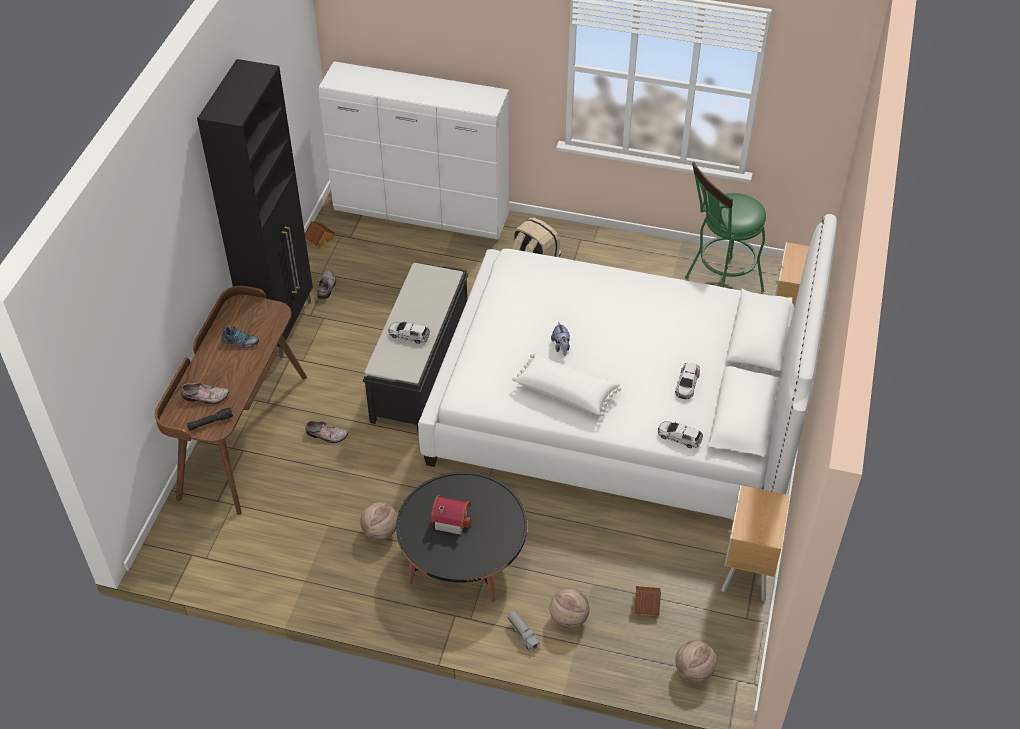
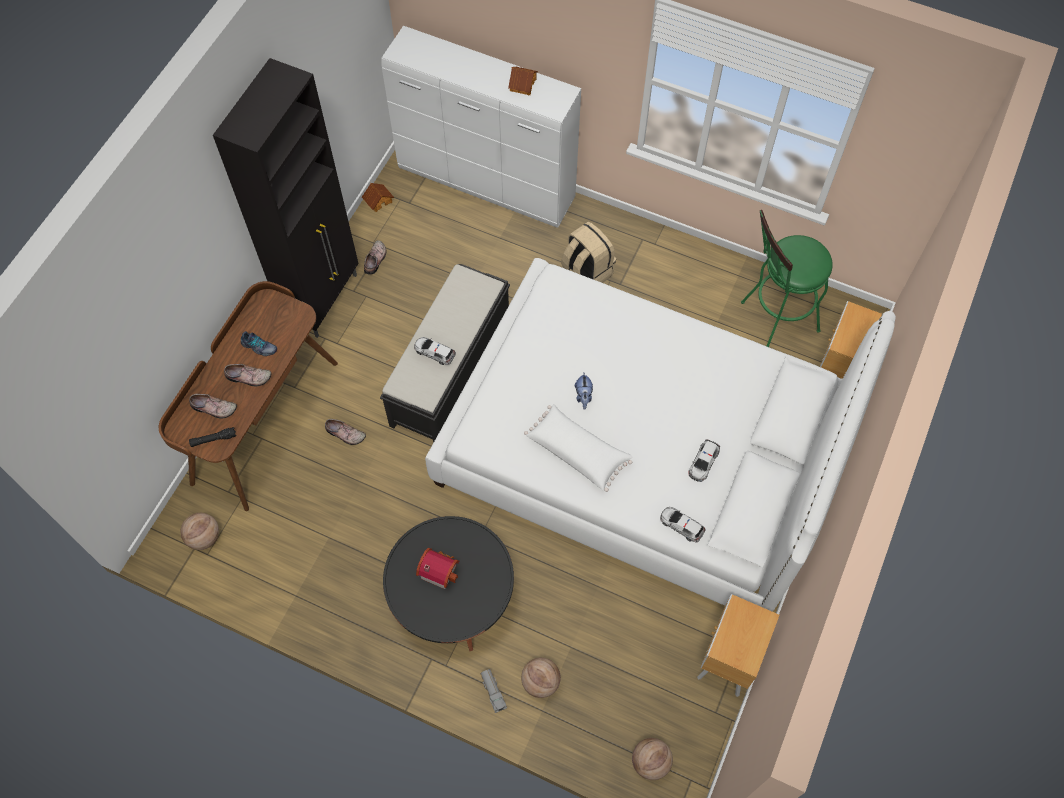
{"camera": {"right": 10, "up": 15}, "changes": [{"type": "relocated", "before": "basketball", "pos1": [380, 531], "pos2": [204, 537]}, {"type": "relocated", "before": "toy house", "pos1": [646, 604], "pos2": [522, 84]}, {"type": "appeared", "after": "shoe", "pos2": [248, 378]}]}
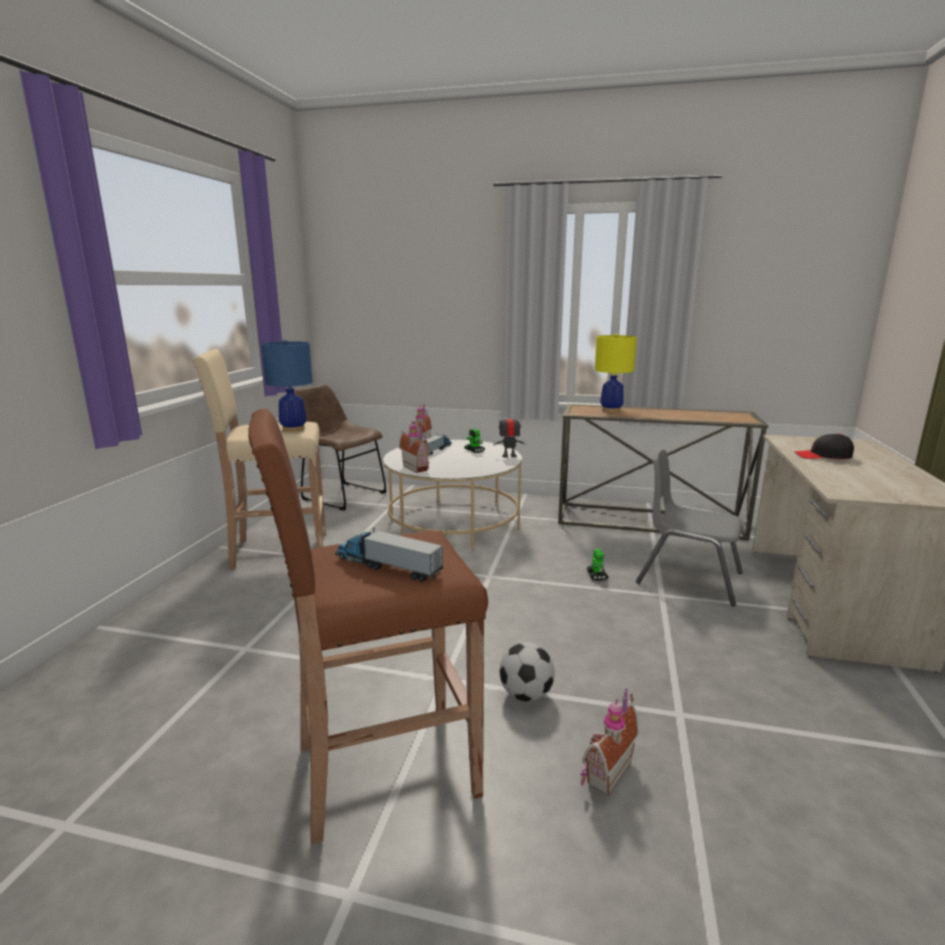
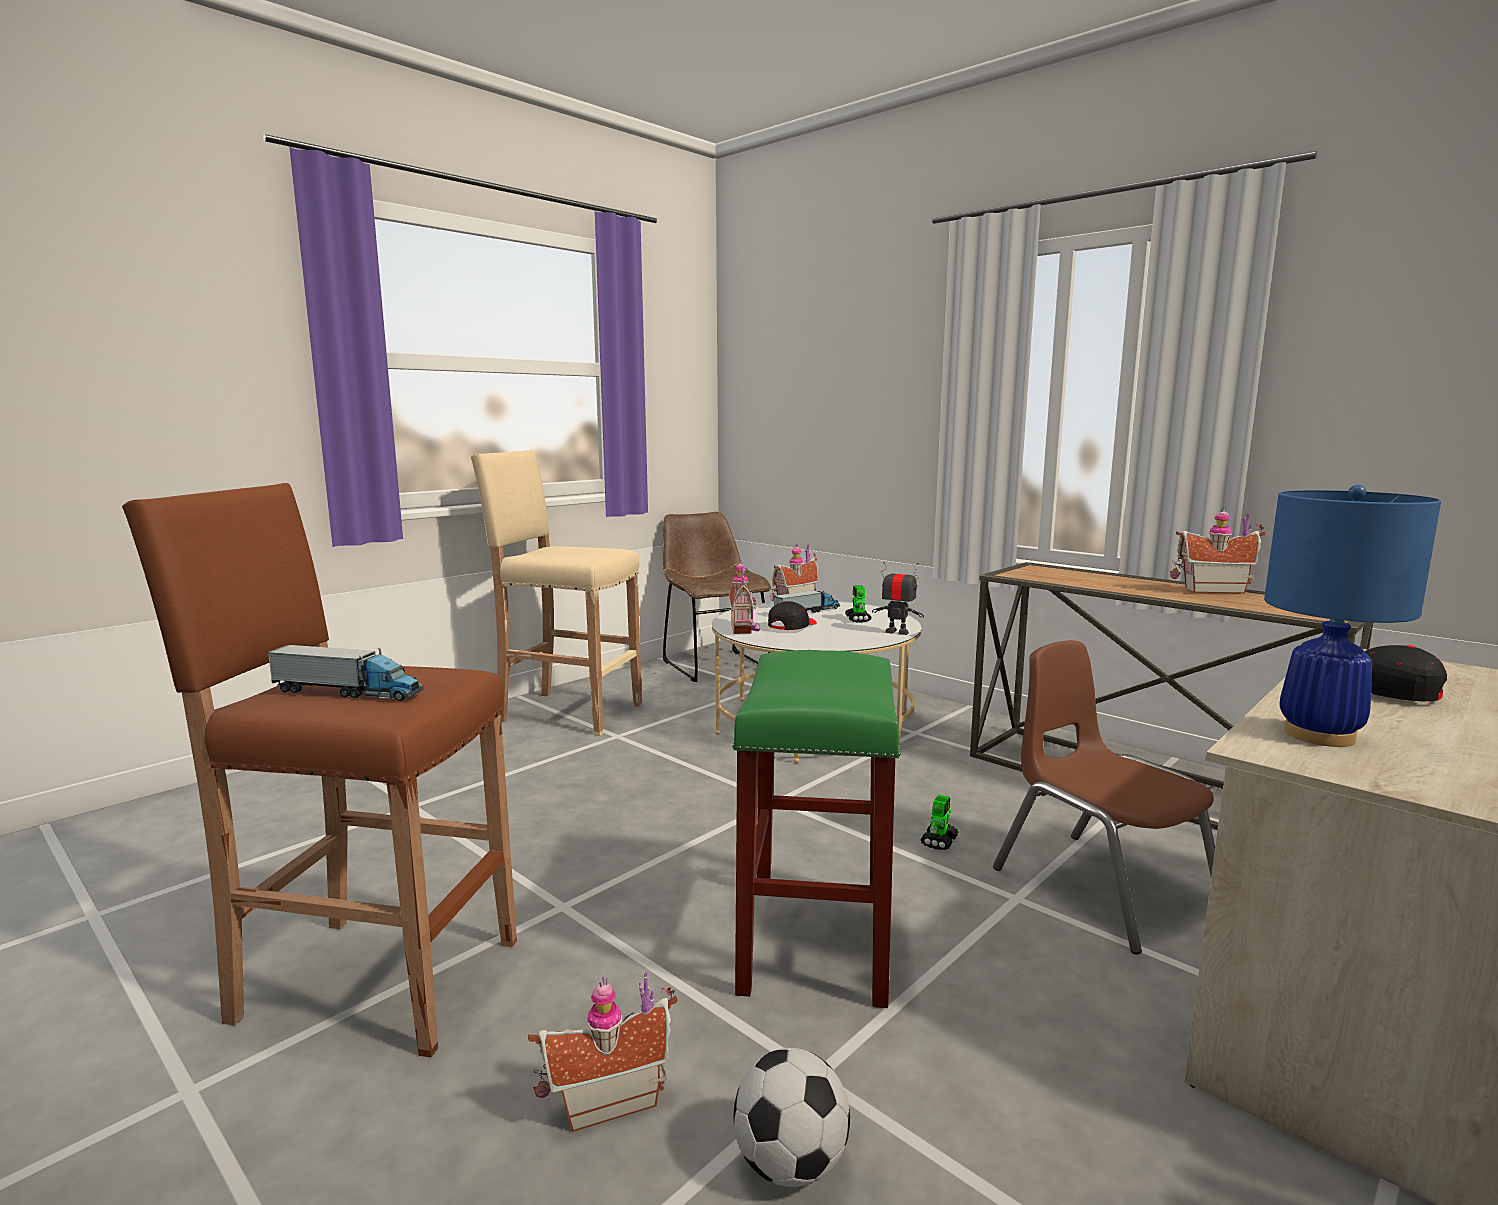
{"camera": {"right": 30, "up": -5}, "changes": [{"type": "relocated", "before": "blue table lamp", "pos1": [293, 429], "pos2": [1318, 735]}, {"type": "spun", "before": "toy truck", "pos1": [387, 566], "pos2": [348, 692], "turn": 135}, {"type": "relocated", "before": "football", "pos1": [526, 695], "pos2": [791, 1165]}, {"type": "missing", "before": "yellow table lamp", "pos1": [611, 410]}, {"type": "colour", "before": "grey chair", "after": "brown chair", "pos1": [688, 578], "pos2": [1102, 887]}, {"type": "appeared", "after": "green stool", "pos2": [814, 940]}, {"type": "appeared", "after": "black cap", "pos2": [792, 626]}, {"type": "appeared", "after": "toy house", "pos2": [1211, 589]}]}
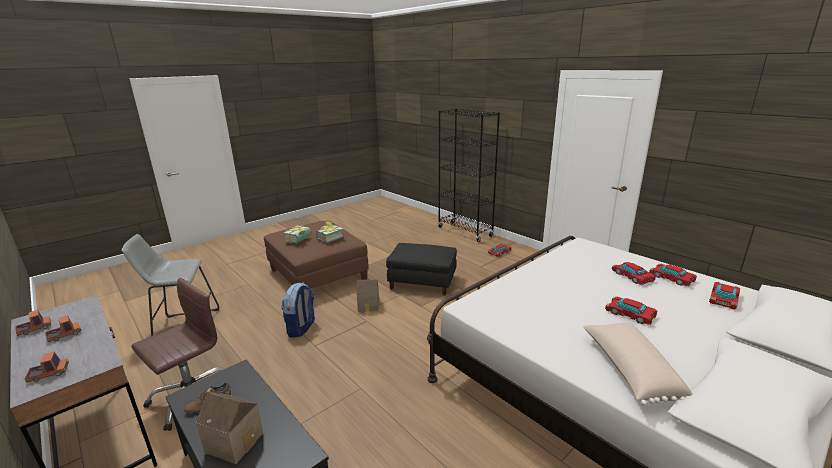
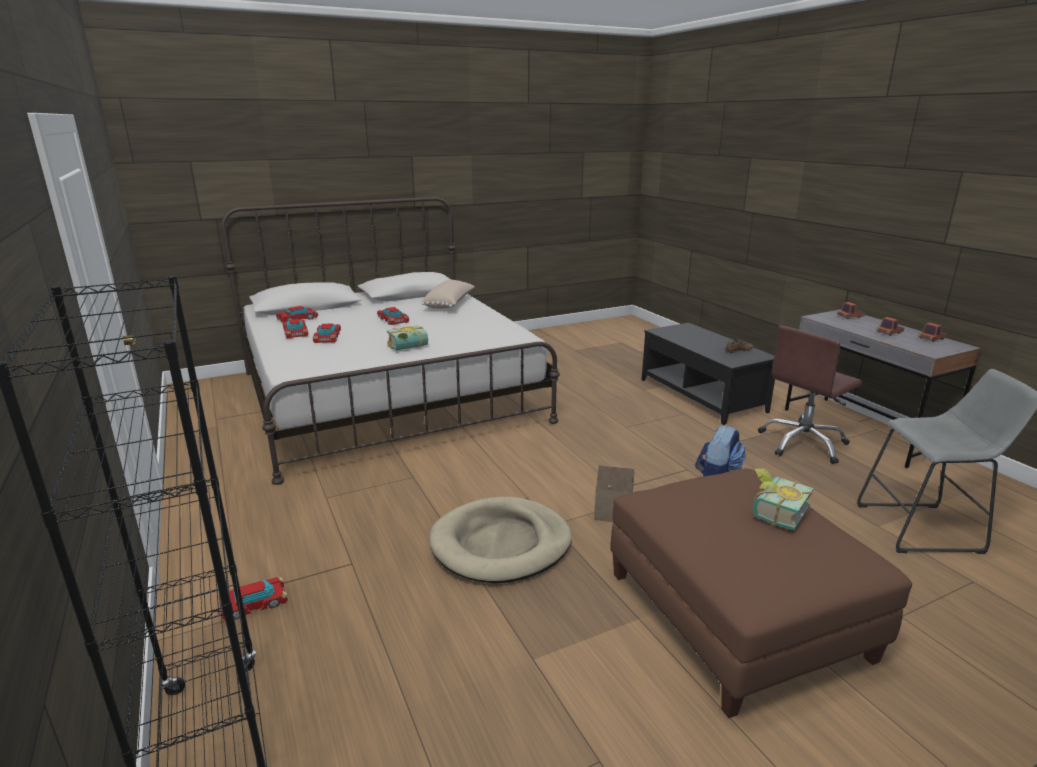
{"camera": {"right": -165, "up": 0}, "changes": [{"type": "missing", "before": "toy house", "pos1": [236, 440]}, {"type": "relocated", "before": "book", "pos1": [329, 238], "pos2": [409, 348]}, {"type": "exchanged", "before": "black ottoman", "after": "beige dog bed", "pos1": [422, 282], "pos2": [501, 544]}]}
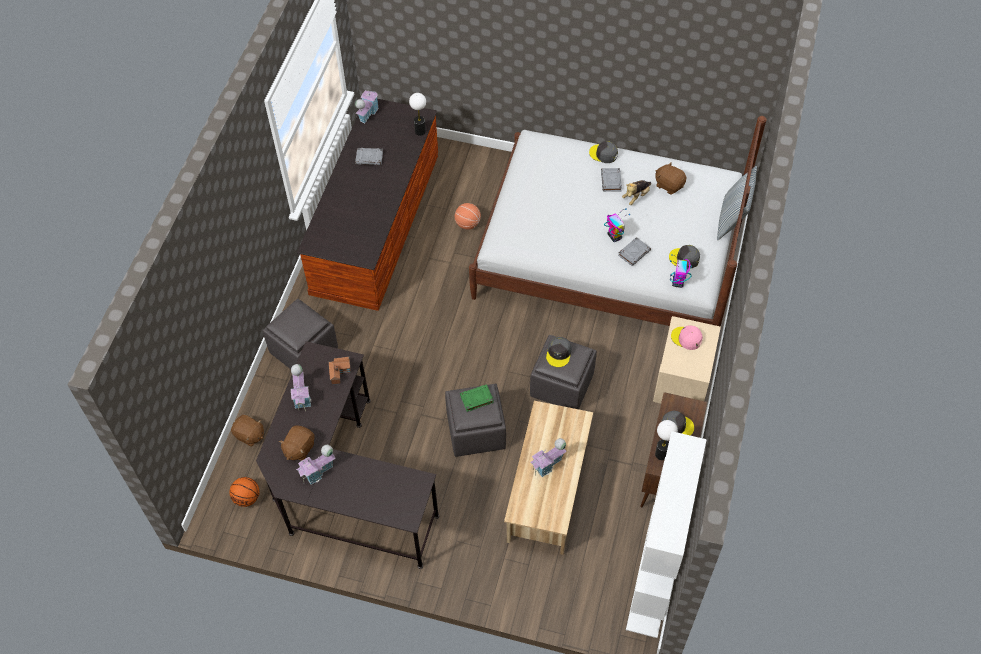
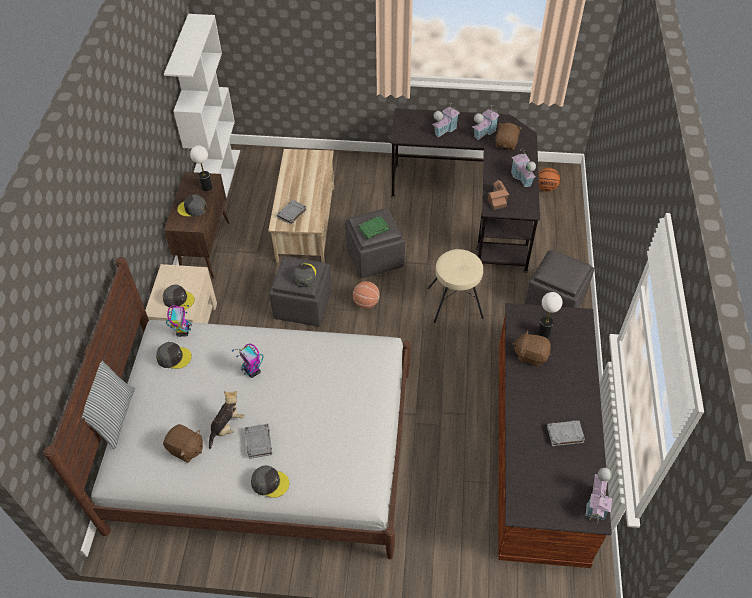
{"camera": {"right": 170, "up": -5}, "changes": [{"type": "relocated", "before": "brown plush toy", "pos1": [249, 435], "pos2": [530, 355]}, {"type": "relocated", "before": "table lamp", "pos1": [420, 131], "pos2": [543, 333]}, {"type": "relocated", "before": "basketball", "pos1": [468, 224], "pos2": [366, 302]}, {"type": "relocated", "before": "toy house", "pos1": [548, 464], "pos2": [444, 129]}, {"type": "relocated", "before": "grey book", "pos1": [634, 253], "pos2": [291, 214]}, {"type": "colour", "before": "pink cap", "after": "grey cap", "pos1": [686, 338], "pos2": [178, 299]}, {"type": "appeared", "after": "beige stool", "pos2": [455, 303]}]}
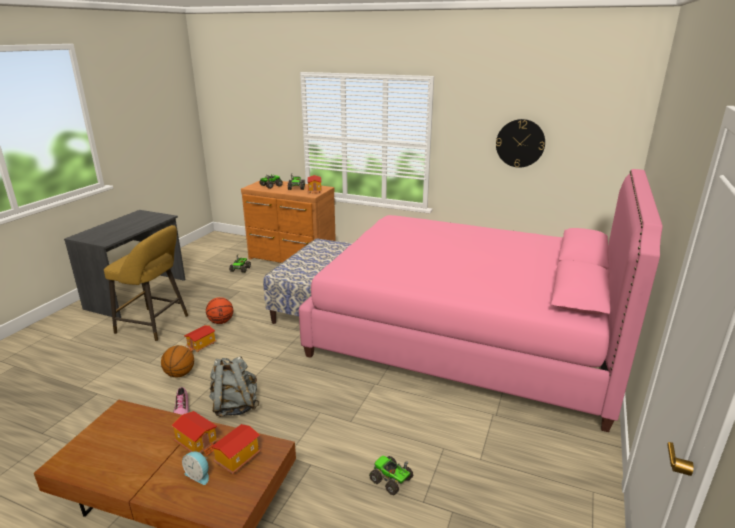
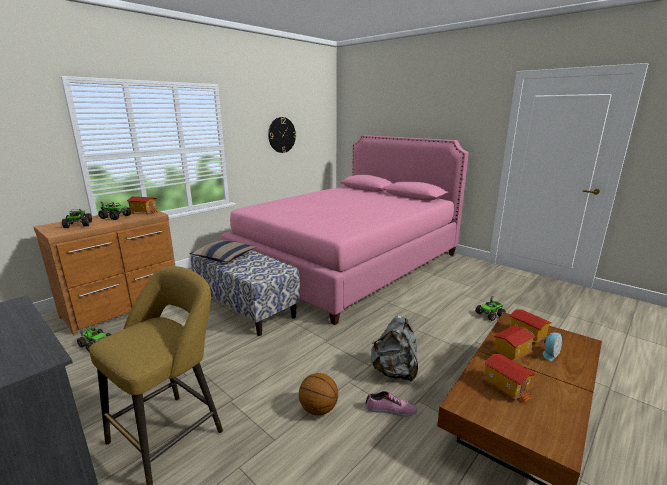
{"camera": {"right": -70, "up": -5}, "changes": [{"type": "relocated", "before": "toy house", "pos1": [201, 346], "pos2": [506, 387]}, {"type": "missing", "before": "basketball", "pos1": [221, 322]}, {"type": "appeared", "after": "pillow", "pos2": [224, 257]}]}
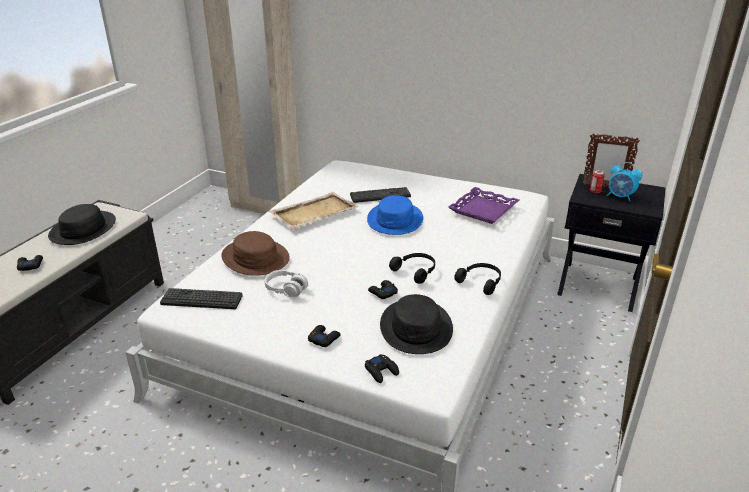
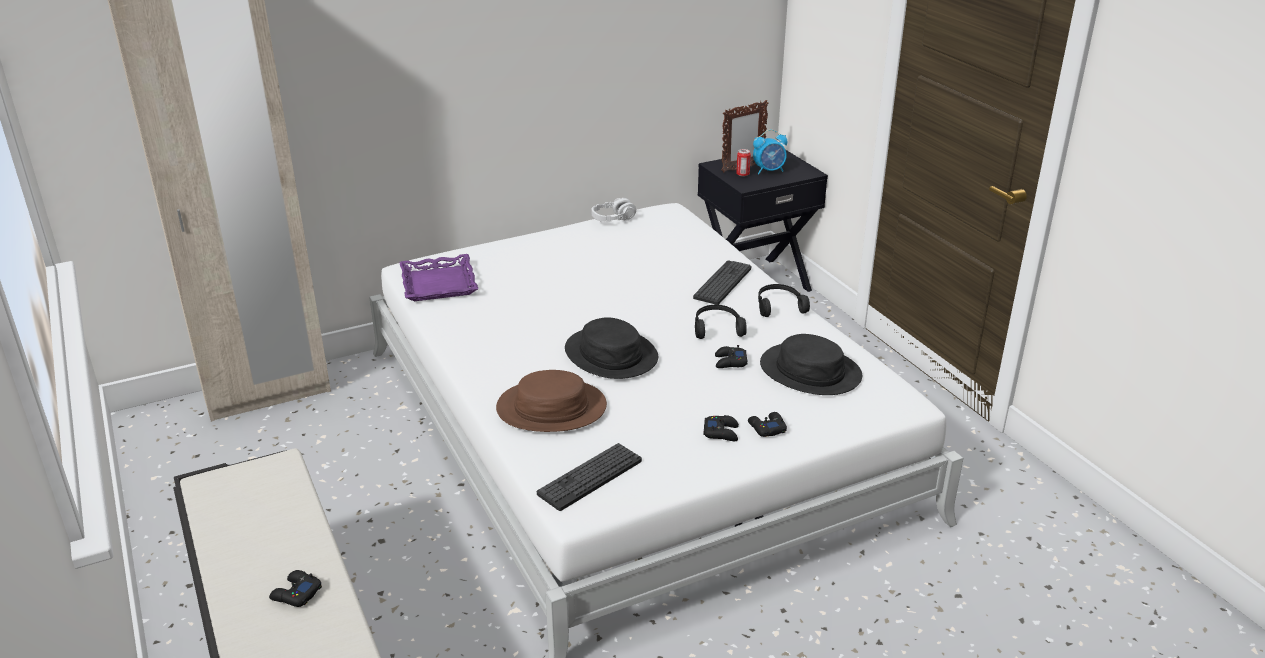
{"camera": {"right": -50, "up": 0}, "changes": [{"type": "relocated", "before": "black hat", "pos1": [83, 229], "pos2": [611, 354]}, {"type": "relocated", "before": "grey headphones", "pos1": [286, 289], "pos2": [613, 218]}, {"type": "missing", "before": "beige tray", "pos1": [313, 213]}, {"type": "relocated", "before": "keyboard", "pos1": [380, 195], "pos2": [722, 283]}, {"type": "relocated", "before": "black game controller", "pos1": [381, 371], "pos2": [721, 432]}, {"type": "missing", "before": "blue hat", "pos1": [395, 220]}, {"type": "relocated", "before": "purple tray", "pos1": [483, 209], "pos2": [438, 284]}]}
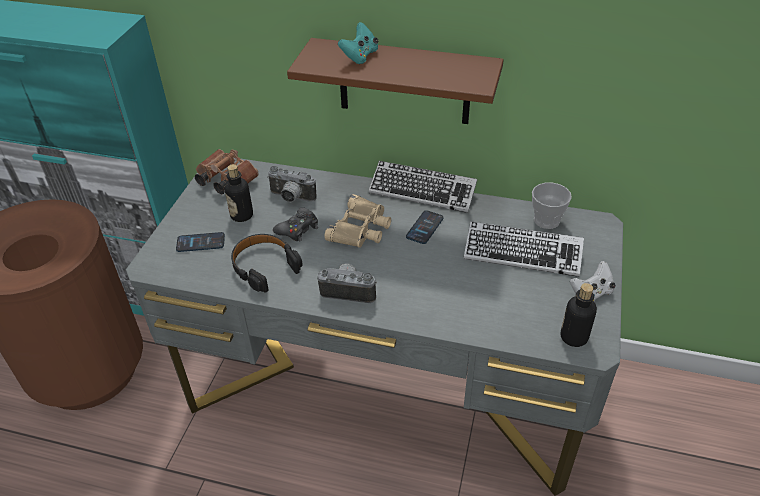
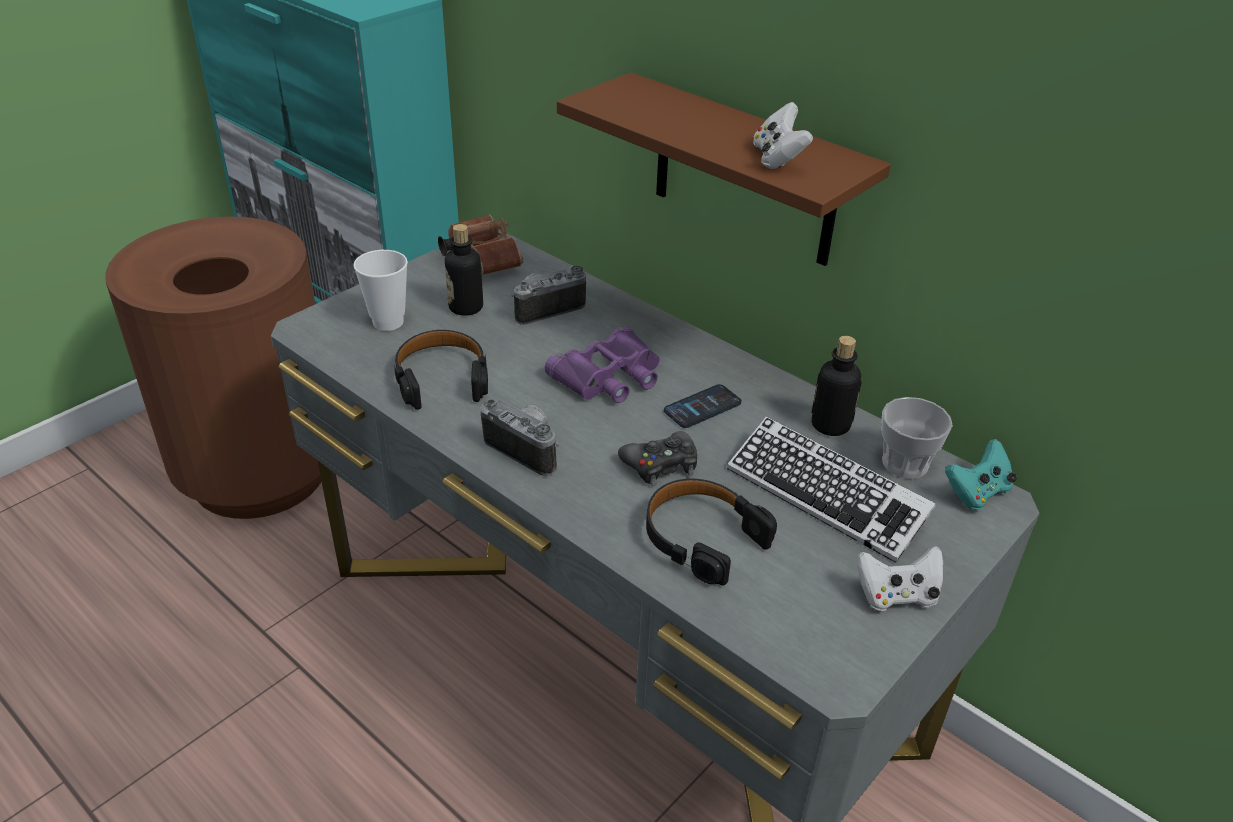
{"camera": {"right": 25, "up": -5}, "changes": [{"type": "exchanged", "before": "phone", "after": "cup", "pos1": [200, 243], "pos2": [388, 322]}, {"type": "spun", "before": "photo camera", "pos1": [291, 198], "pos2": [546, 308], "turn": 105}, {"type": "relocated", "before": "black game controller", "pos1": [298, 229], "pos2": [661, 465]}, {"type": "colour", "before": "beige binoculars", "after": "purple binoculars", "pos1": [361, 228], "pos2": [609, 376]}, {"type": "relocated", "before": "turquoise game controller", "pos1": [360, 56], "pos2": [977, 492]}, {"type": "missing", "before": "keyboard", "pos1": [422, 191]}, {"type": "relocated", "before": "bottle", "pos1": [574, 337], "pos2": [830, 425]}, {"type": "appeared", "after": "black headphones", "pos2": [702, 538]}, {"type": "appeared", "after": "white game controller", "pos2": [778, 158]}]}
